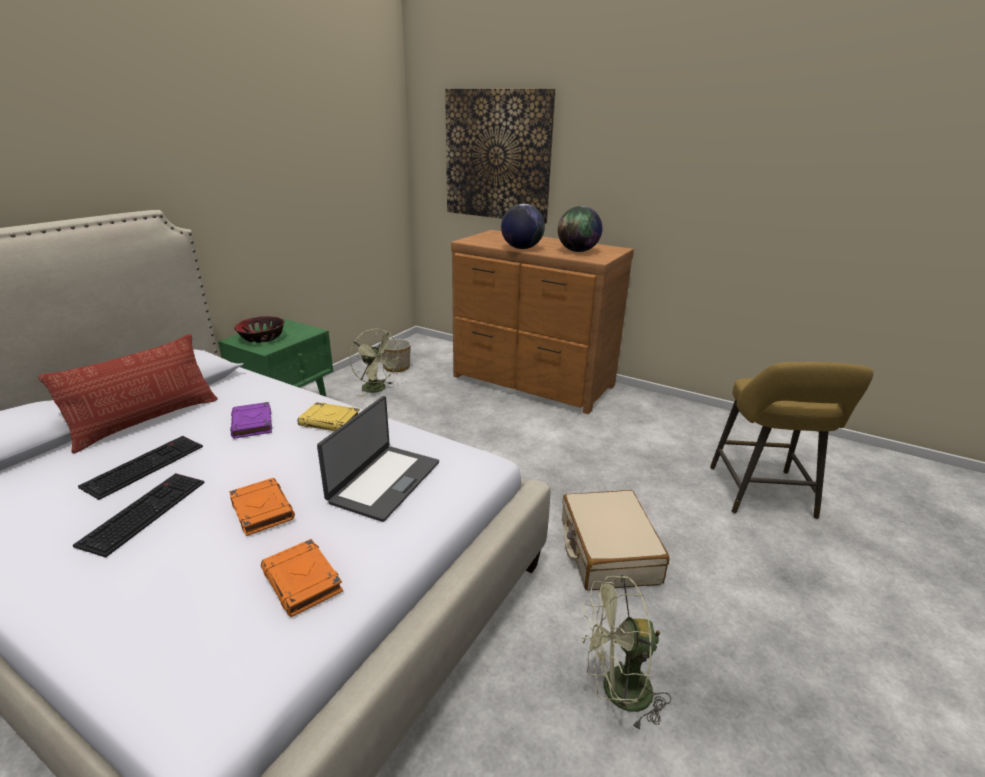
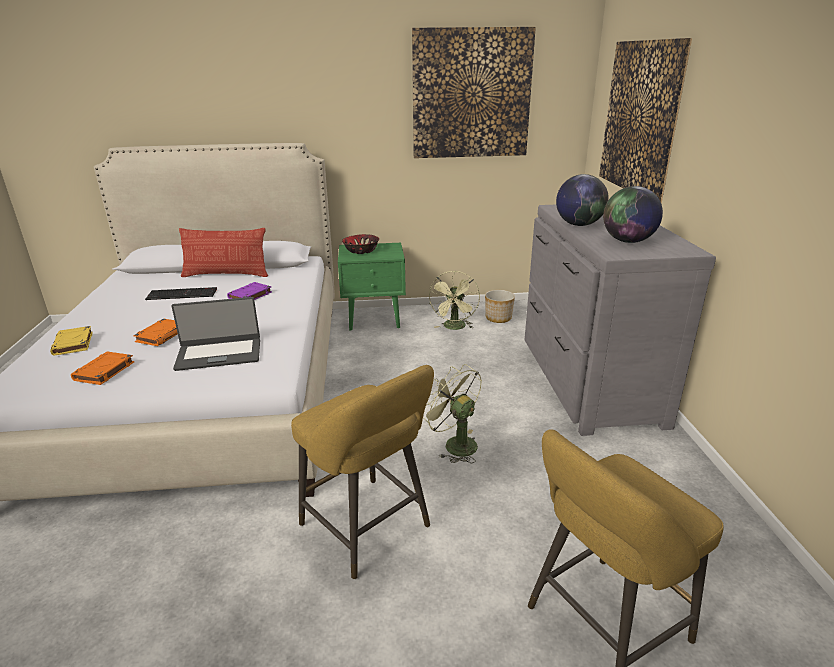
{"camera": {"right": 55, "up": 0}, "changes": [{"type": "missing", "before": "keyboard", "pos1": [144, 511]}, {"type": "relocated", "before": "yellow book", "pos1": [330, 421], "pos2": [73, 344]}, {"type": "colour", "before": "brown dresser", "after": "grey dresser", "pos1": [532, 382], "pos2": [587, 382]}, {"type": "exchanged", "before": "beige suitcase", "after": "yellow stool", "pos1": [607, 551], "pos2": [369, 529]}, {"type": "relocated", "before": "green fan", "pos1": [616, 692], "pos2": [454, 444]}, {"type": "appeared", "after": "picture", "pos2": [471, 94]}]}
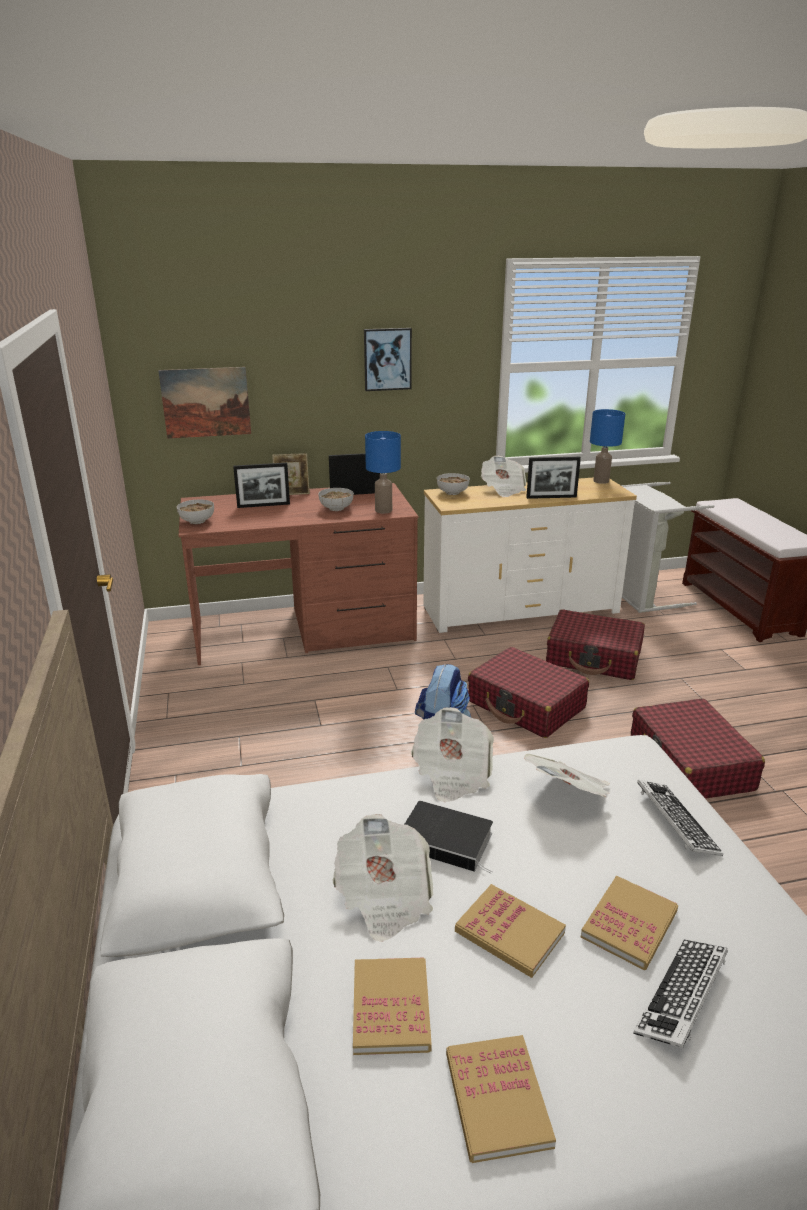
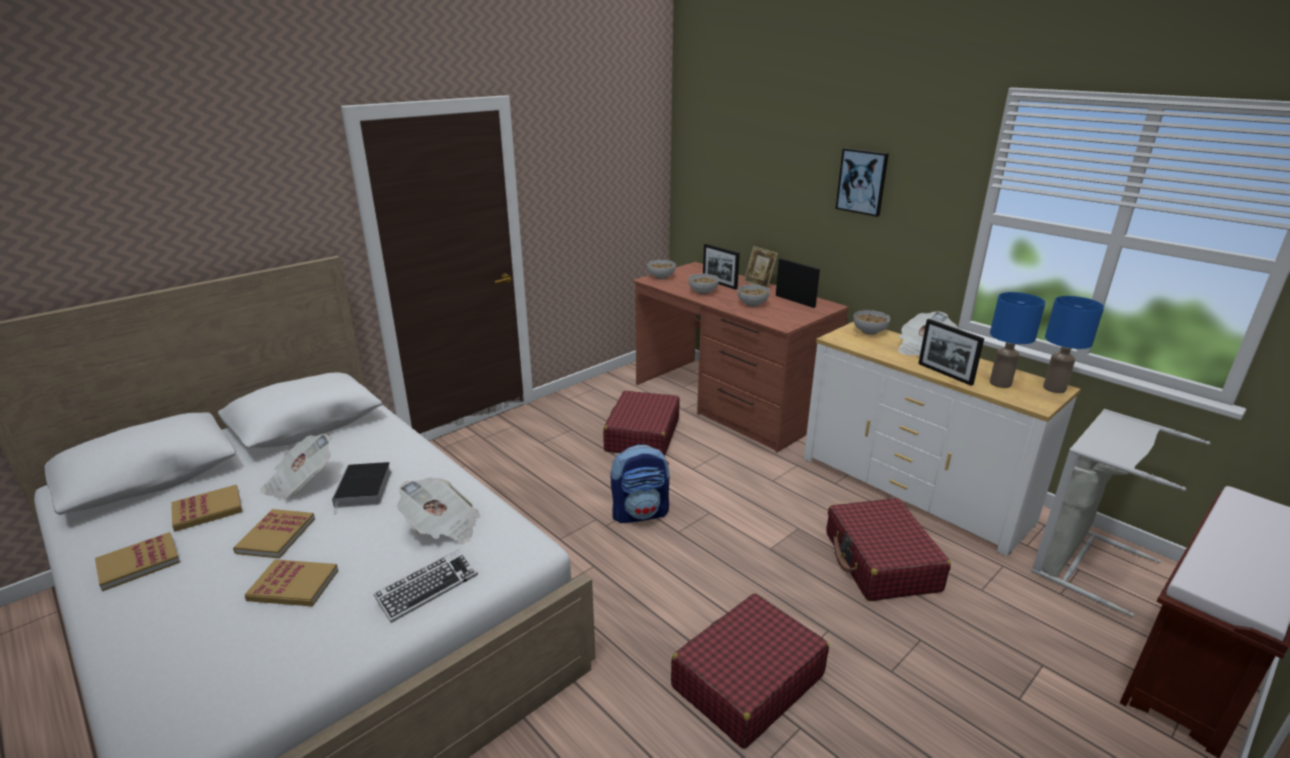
{"camera": {"right": 60, "up": 0}, "changes": [{"type": "missing", "before": "picture", "pos1": [206, 402]}, {"type": "relocated", "before": "blue table lamp", "pos1": [384, 510], "pos2": [1001, 383]}, {"type": "missing", "before": "newspaper", "pos1": [452, 774]}, {"type": "relocated", "before": "red suitcase", "pos1": [526, 705], "pos2": [642, 435]}, {"type": "missing", "before": "keyboard", "pos1": [681, 997]}, {"type": "appeared", "after": "bowl", "pos2": [703, 292]}]}
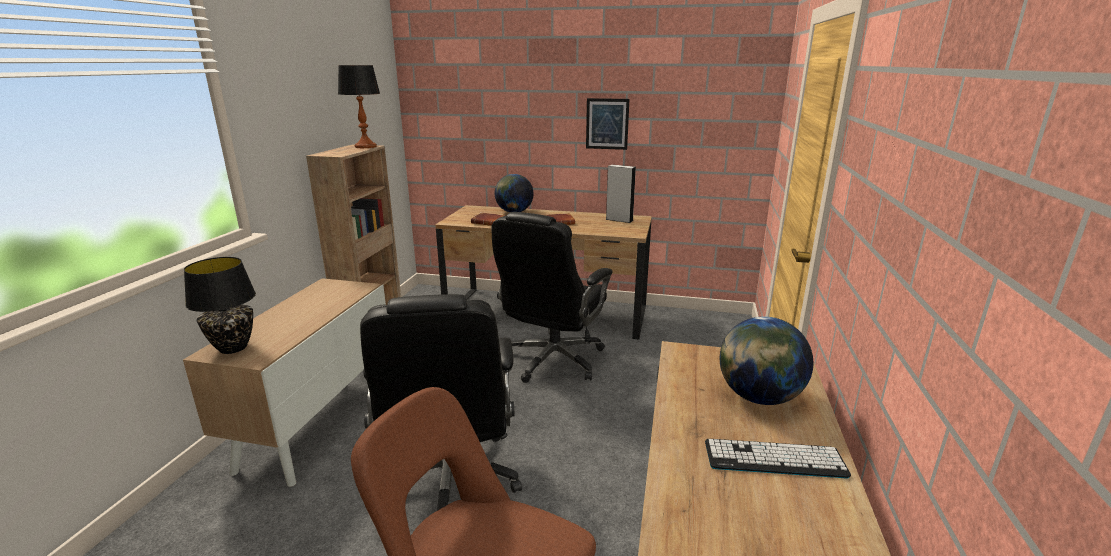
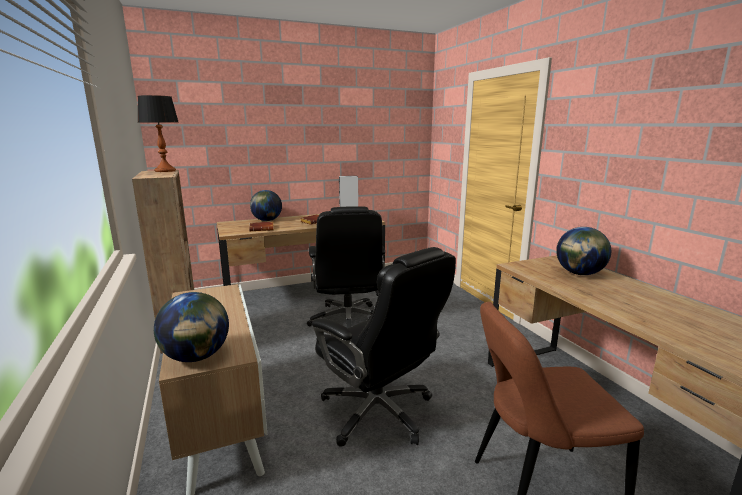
{"camera": {"right": -35, "up": -5}, "changes": [{"type": "exchanged", "before": "black table lamp", "after": "globe", "pos1": [233, 348], "pos2": [197, 357]}, {"type": "missing", "before": "picture", "pos1": [607, 124]}, {"type": "missing", "before": "keyboard", "pos1": [774, 459]}]}
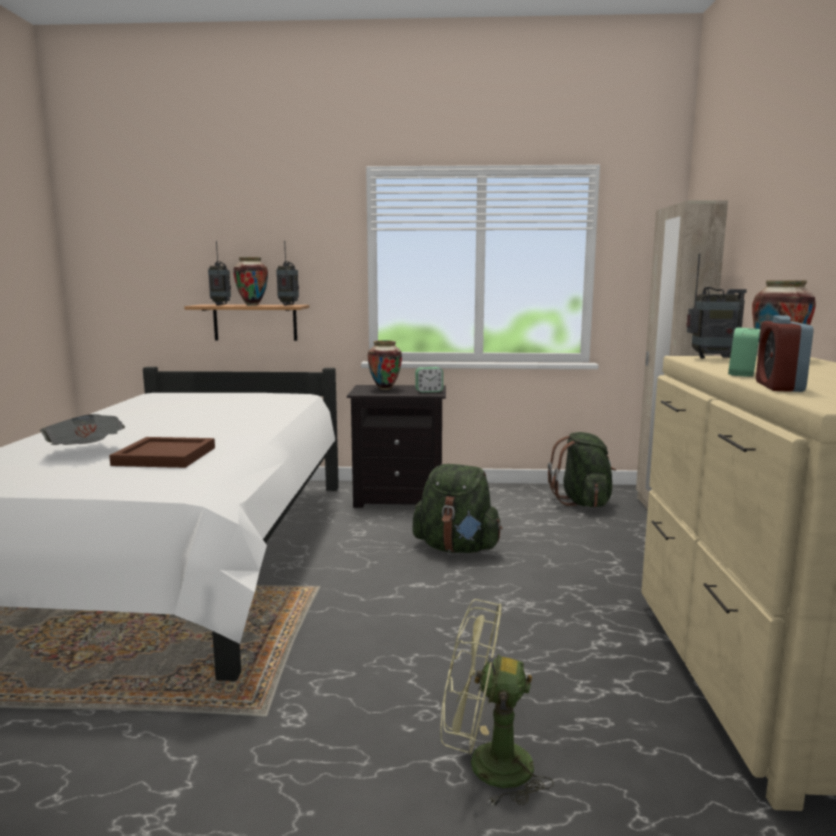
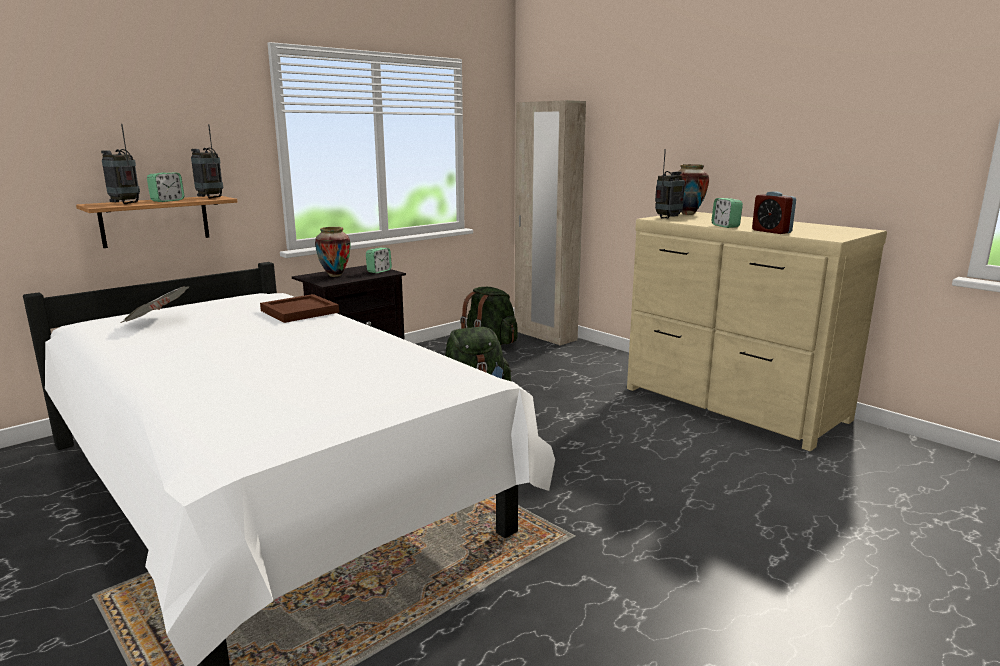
{"camera": {"right": -45, "up": 5}, "changes": [{"type": "relocated", "before": "newspaper", "pos1": [86, 451], "pos2": [157, 321]}, {"type": "relocated", "before": "brown tray", "pos1": [166, 456], "pos2": [301, 311]}, {"type": "exchanged", "before": "vase", "after": "alarm clock", "pos1": [252, 305], "pos2": [167, 200]}, {"type": "missing", "before": "green fan", "pos1": [486, 766]}]}
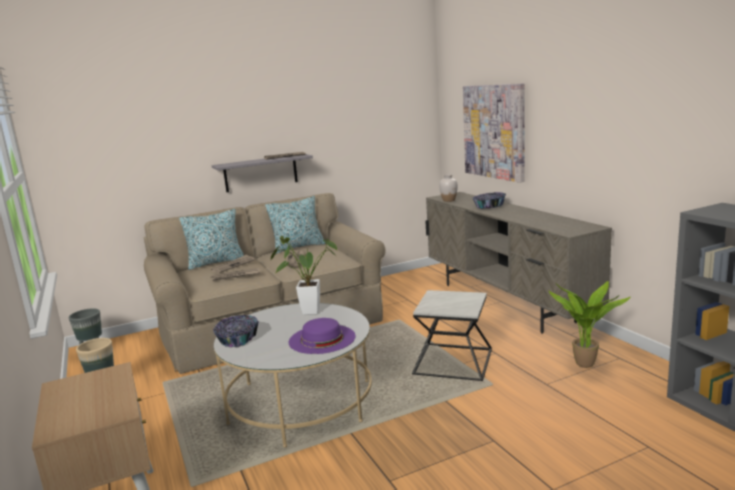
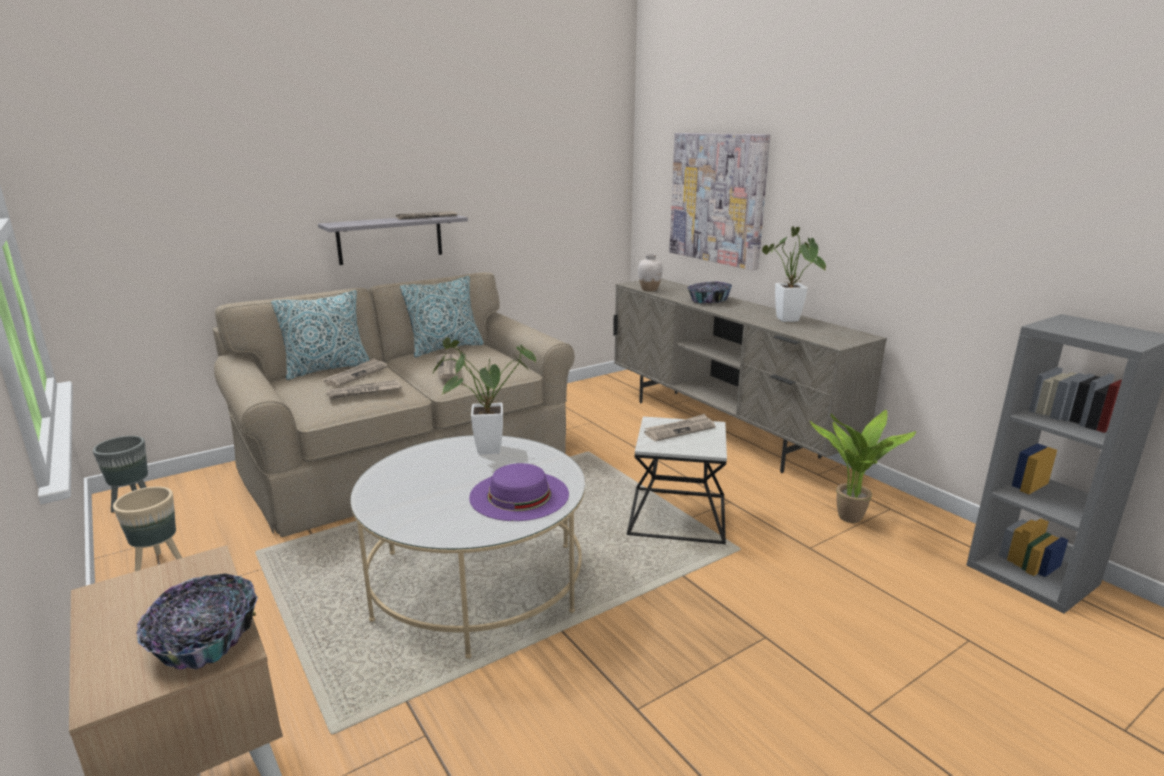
{"camera": {"right": -10, "up": 5}, "changes": [{"type": "relocated", "before": "bowl", "pos1": [237, 339], "pos2": [204, 640]}, {"type": "appeared", "after": "newspaper", "pos2": [679, 430]}, {"type": "appeared", "after": "potted plant", "pos2": [789, 321]}]}
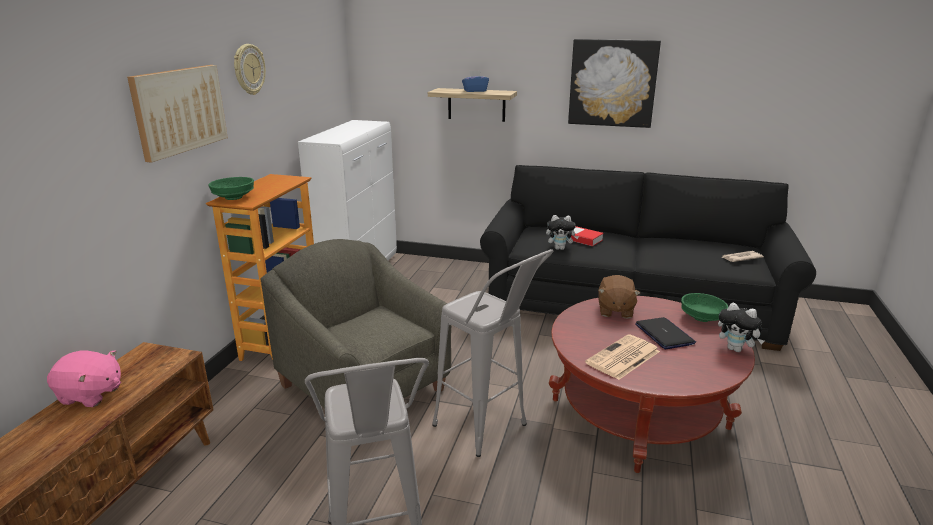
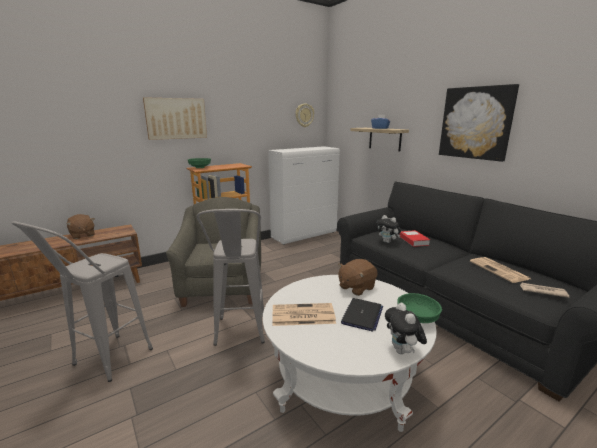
{"camera": {"right": 40, "up": -5}, "changes": [{"type": "colour", "before": "pink plush toy", "after": "brown plush toy", "pos1": [91, 395], "pos2": [82, 235]}, {"type": "relocated", "before": "wall clock", "pos1": [248, 69], "pos2": [304, 115]}, {"type": "colour", "before": "red coffee table", "after": "white coffee table", "pos1": [639, 413], "pos2": [343, 376]}, {"type": "appeared", "after": "newspaper", "pos2": [499, 270]}]}
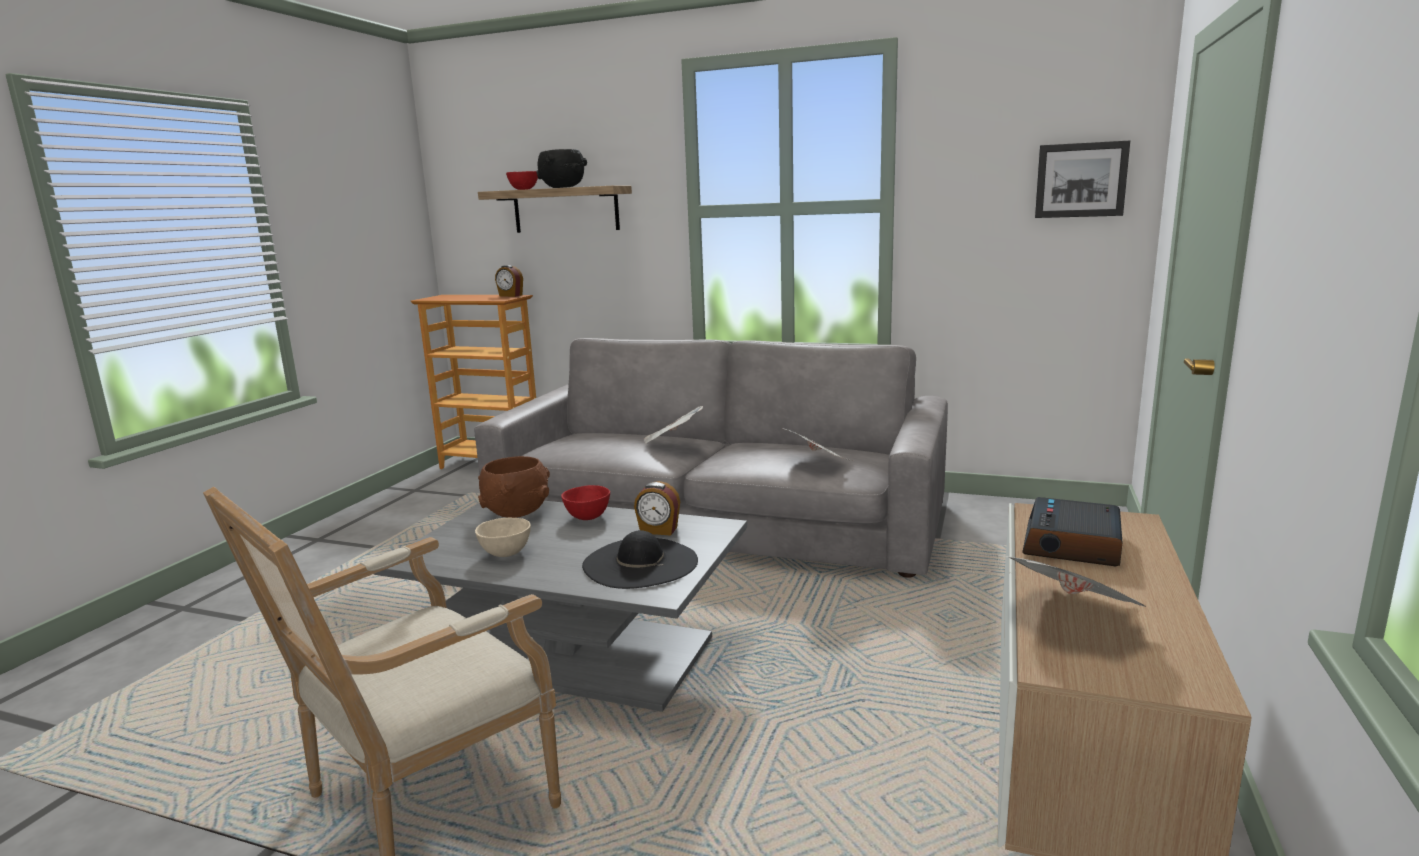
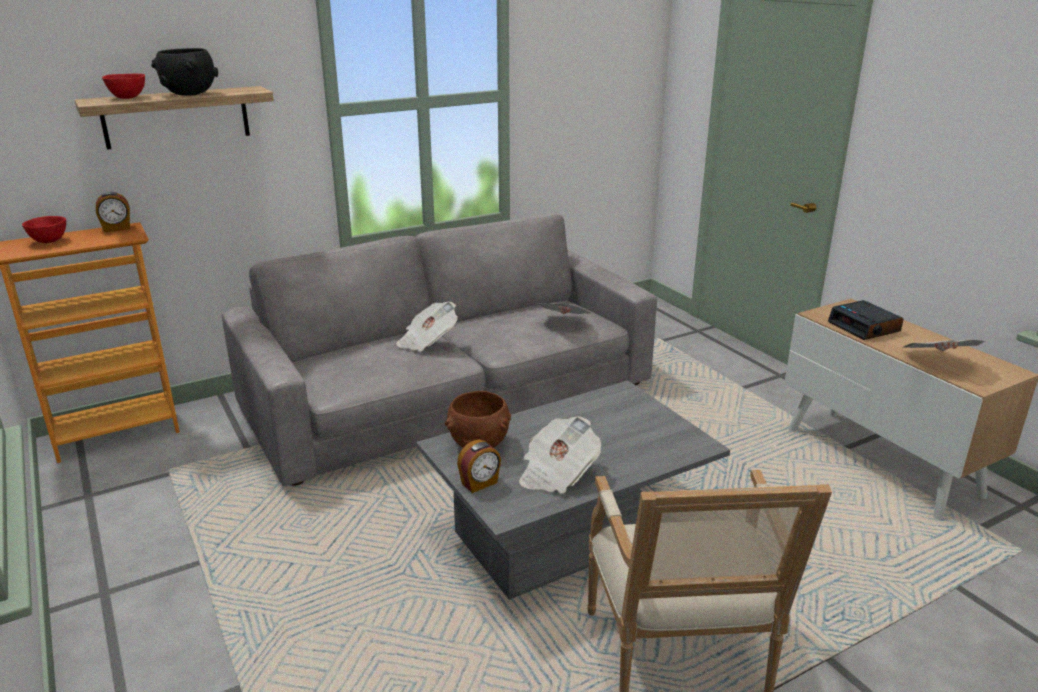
{"camera": {"right": -50, "up": 10}, "changes": [{"type": "exchanged", "before": "beige bowl", "after": "newspaper", "pos1": [505, 553], "pos2": [557, 473]}, {"type": "relocated", "before": "red bowl", "pos1": [587, 517], "pos2": [48, 241]}, {"type": "missing", "before": "black hat", "pos1": [640, 563]}, {"type": "relocated", "before": "alarm clock", "pos1": [658, 530], "pos2": [480, 483]}, {"type": "missing", "before": "picture", "pos1": [1080, 180]}]}
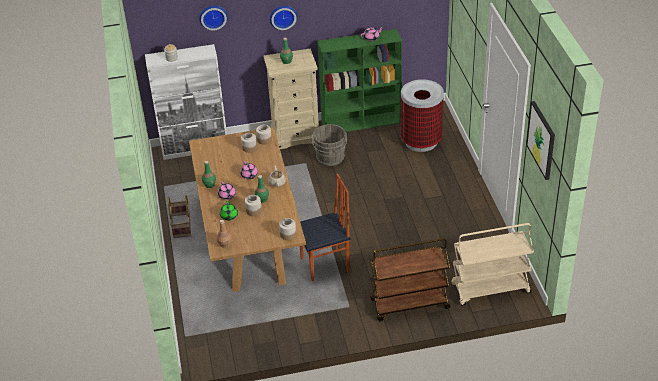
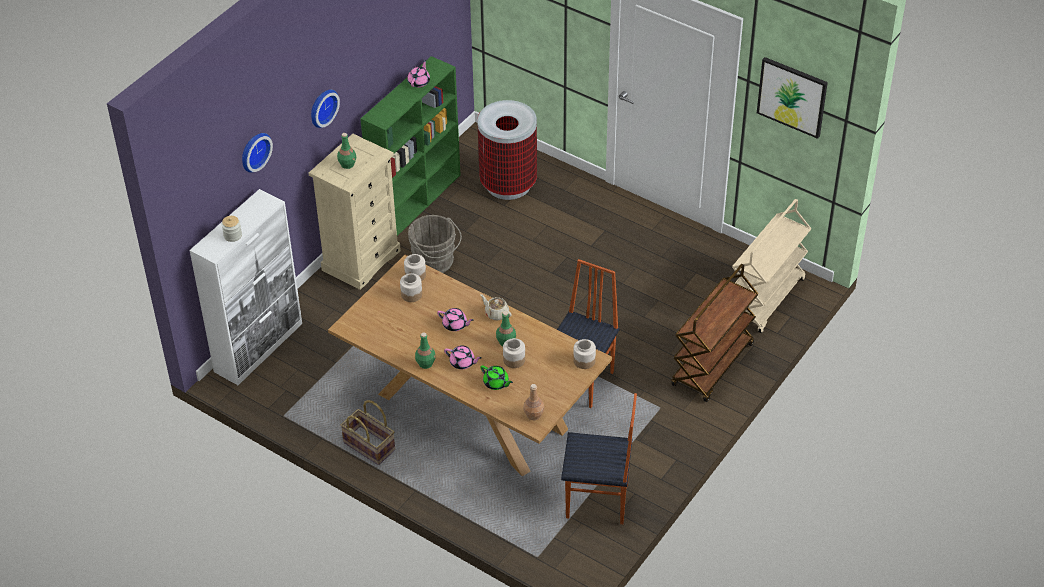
{"camera": {"right": -45, "up": 5}, "changes": [{"type": "appeared", "after": "chair", "pos2": [597, 502]}]}
